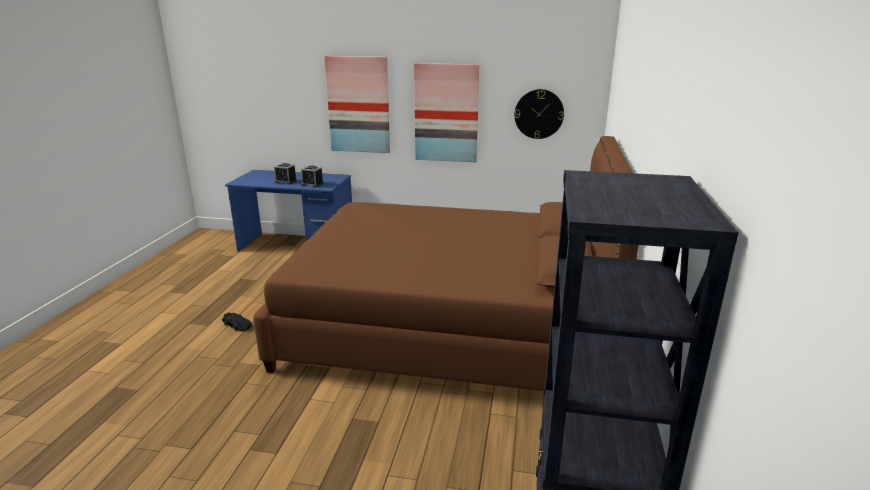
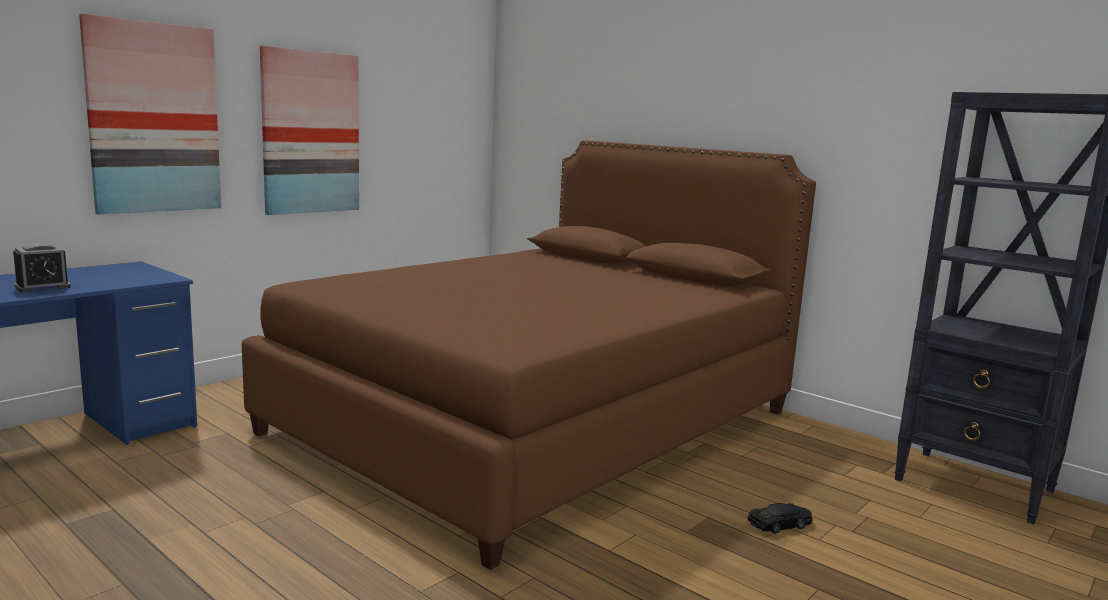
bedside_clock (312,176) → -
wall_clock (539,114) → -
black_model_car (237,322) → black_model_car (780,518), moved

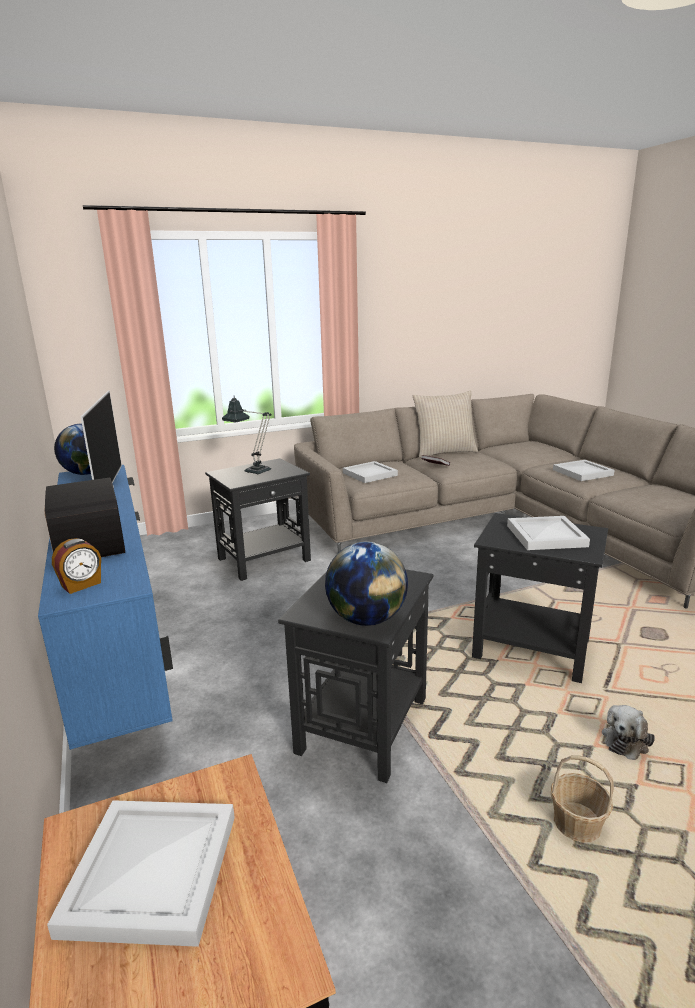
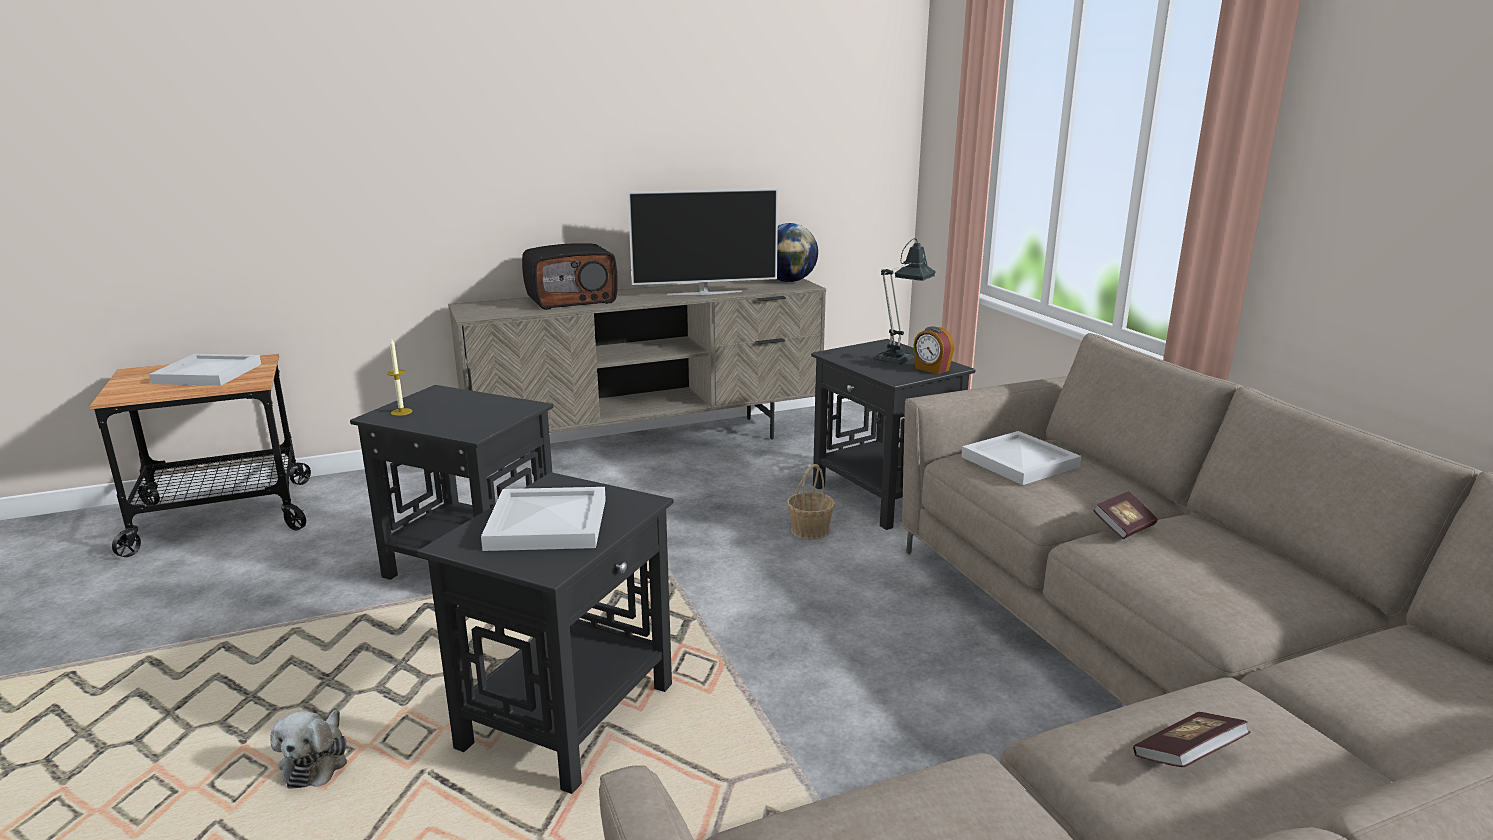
beige-coloured_cushion (445,424) → -
bedside_clock (76,566) → bedside_clock (933,351), moved
household_basket (582,799) → household_basket (811,502), moved
globe (366,584) → candle (399,377)
white-coloured_serving_tray (584,470) → bound_book (1192,739)
blue-coloured_tv_unit (105,607) → beige-coloured_tv_unit (637,377)
cuddly_toy (628,732) → cuddly_toy (308,749), 135 degrees counterclockwise

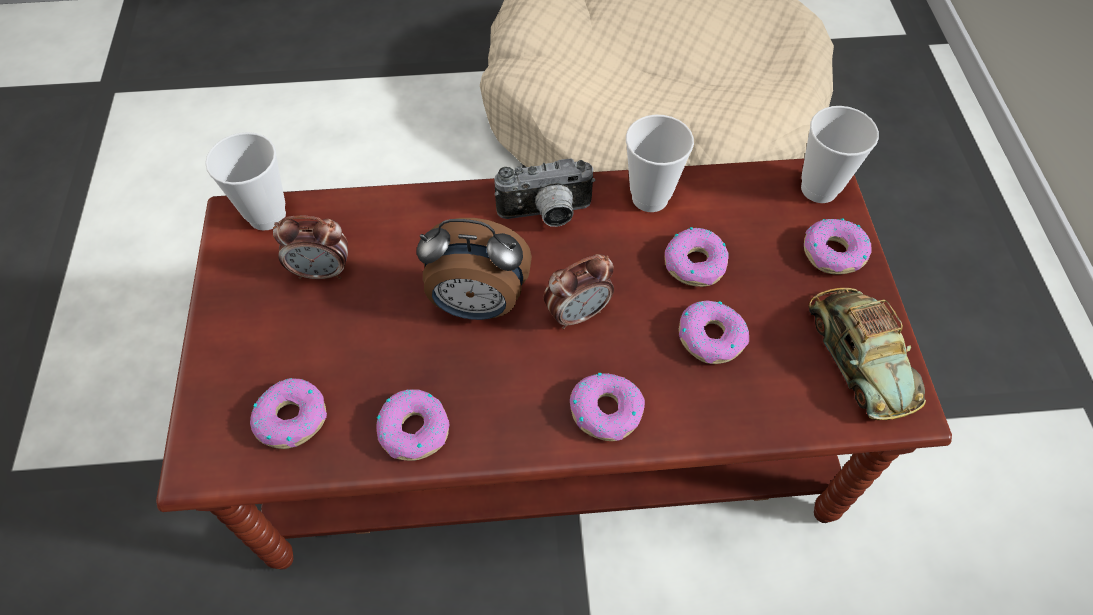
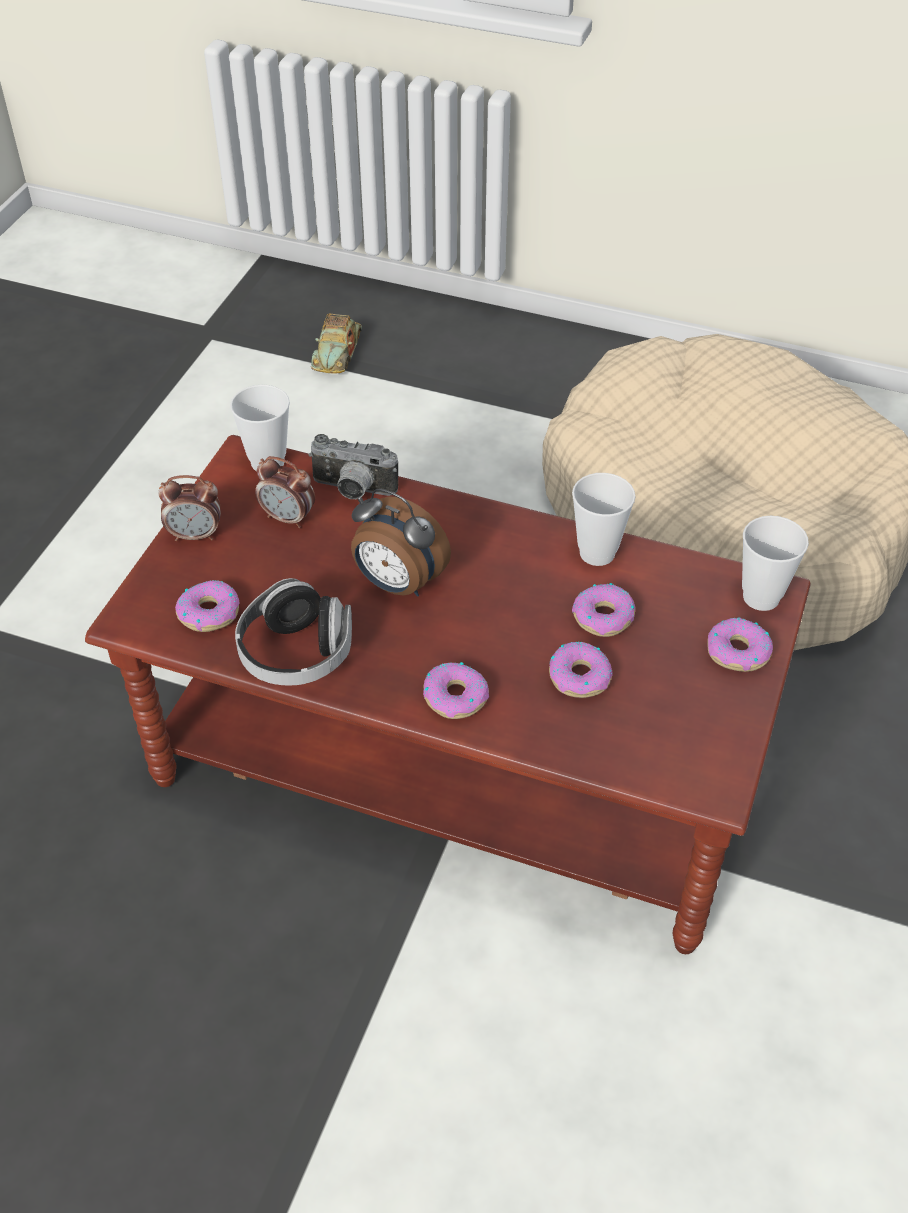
still_camera (545,192) → still_camera (353,466), moved
bedside_clock (578,291) → bedside_clock (189,508), moved
model_car (867,354) → model_car (336,343), moved
doughnut (413,425) → headset (293,631)

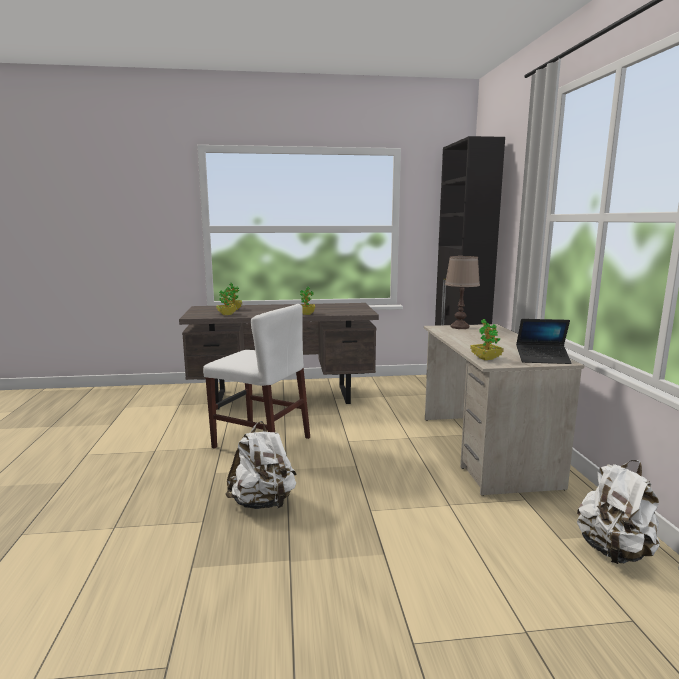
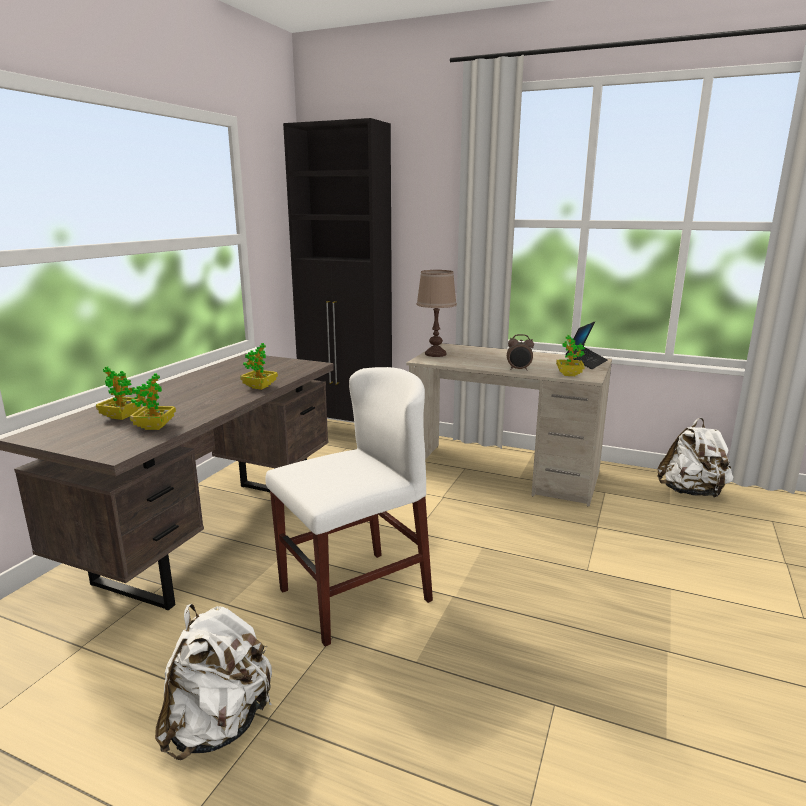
- → bedside_clock (520,352)
white-coloured_backpack (261,465) → white-coloured_backpack (213,682), moved

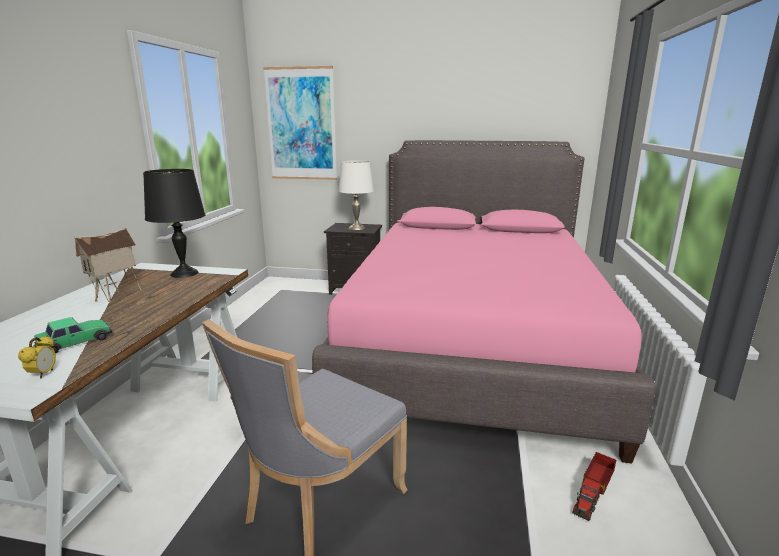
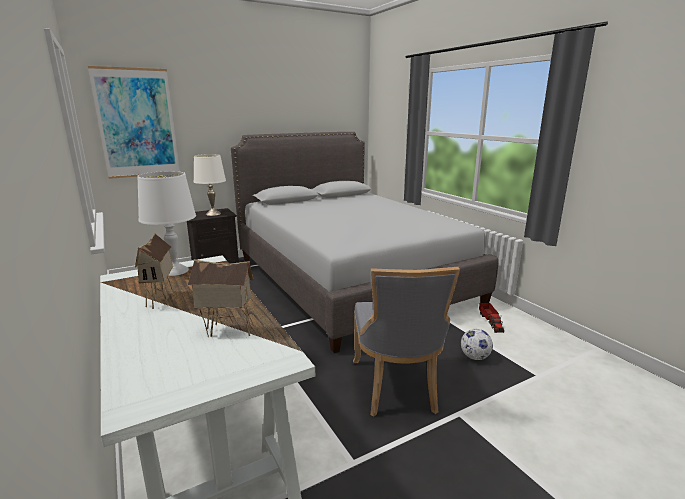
bedside_clock (37,357) → -
- → football (477,344)
model_car (73,335) → model_house (221,298)
black_lamp_for_a_table (174,223) → white-coloured_lamp_for_a_table (166,223)
pink-coloured_sleeping_bed (484,302) → gray_sleeping_bed (364,242)

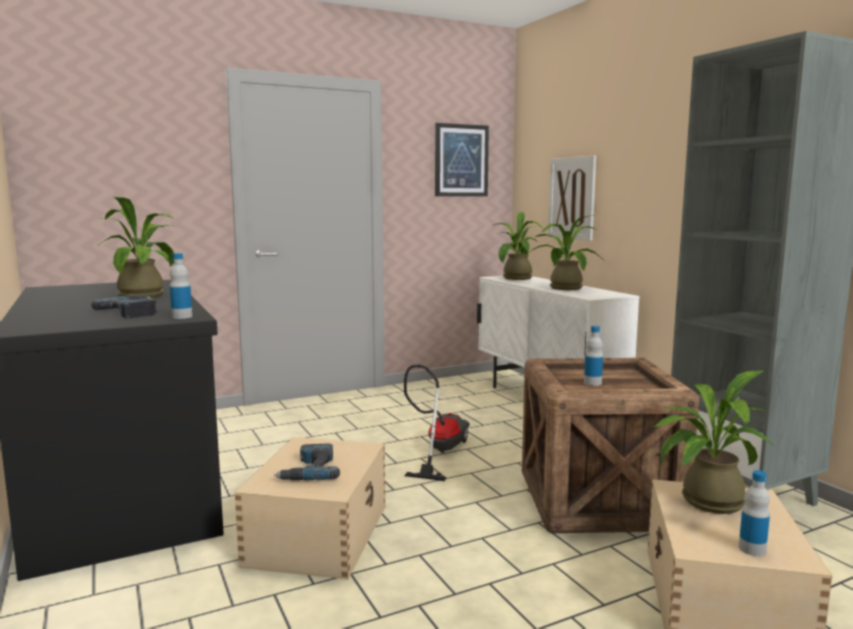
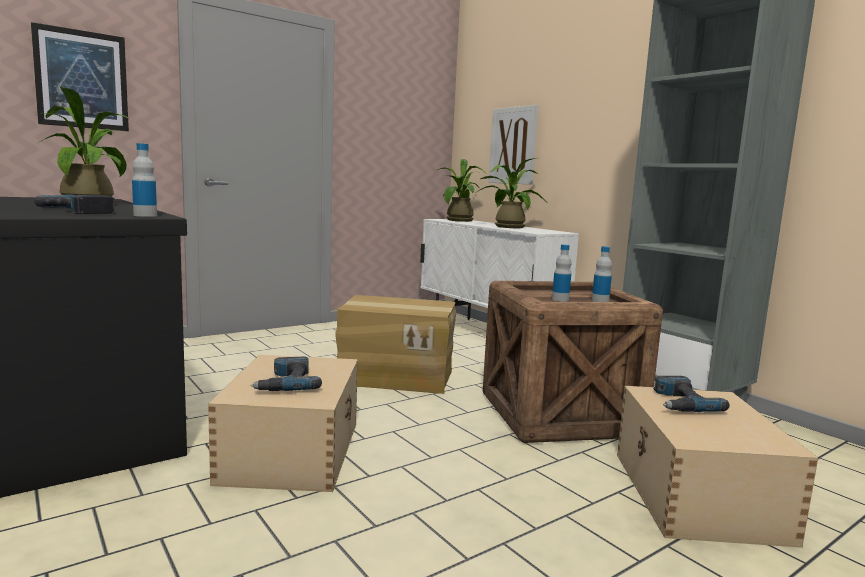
wall_picture (462,159) → wall_picture (80,76), moved
drink_bottle (754,513) → drink_bottle (602,274), moved
vacuum_cleaner (437,422) → carton (396,344)
houseplant (712,442) → power_drill (691,394)

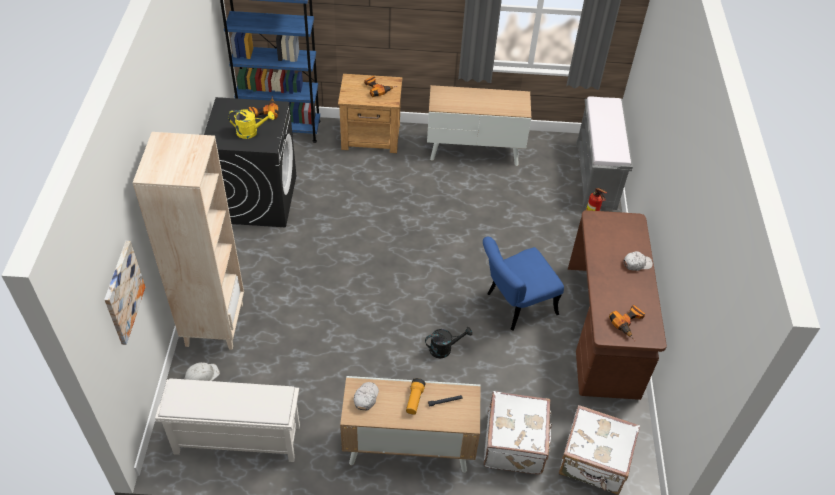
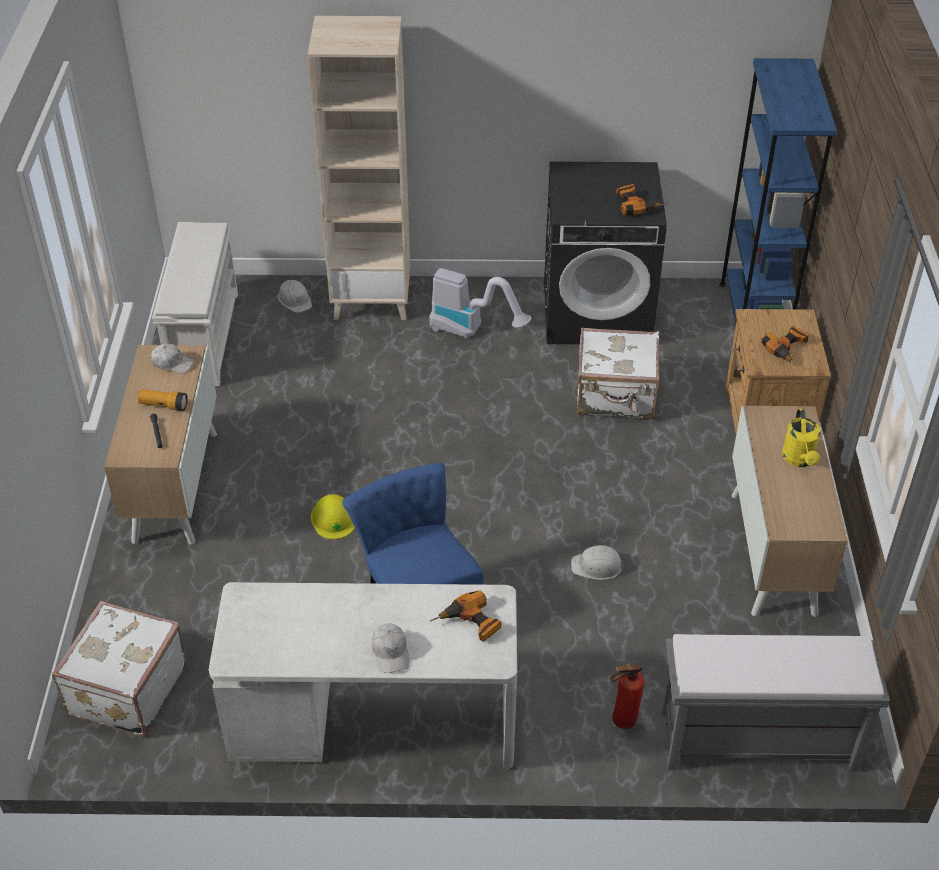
wall_picture (124,293) → -
- → vacuum_cleaner (480,303)
- → white-coloured_work_helmet (598,562)
yellow-coloured_sprinkling_can (251,124) → yellow-coloured_sprinkling_can (801,437), moved
white-coloured_travel_case (518,433) → white-coloured_travel_case (618,373), moved
power_drill (627,323) → power_drill (465,616), moved
black_sprinkling_can (448,343) → yellow-coloured_work_helmet (333,516)
brown_desk_table (617,305) → white-coloured_desk_table (363,676)

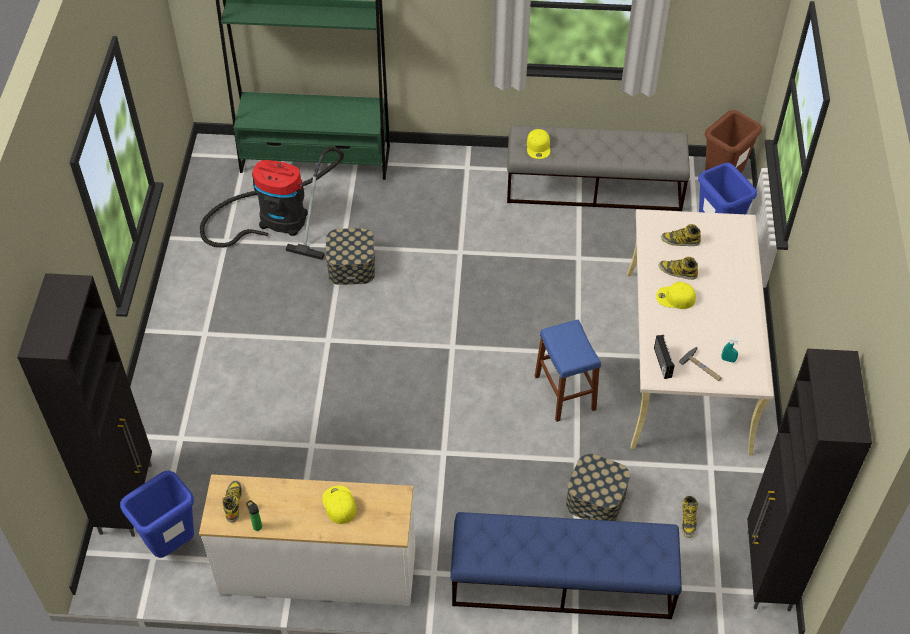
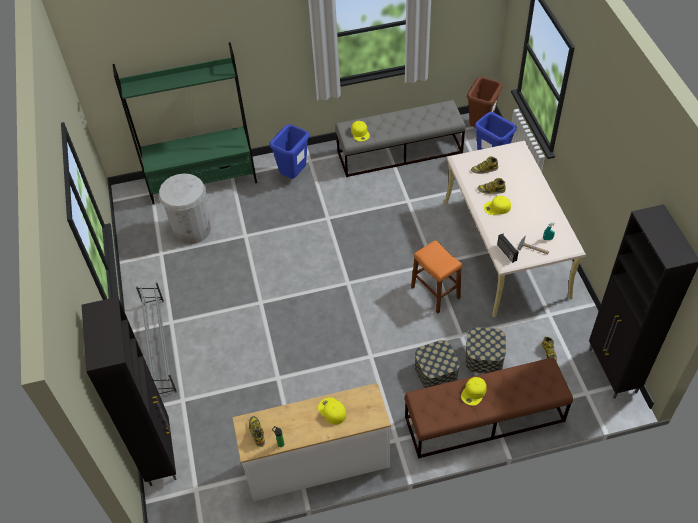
- → gray_shoe_rack (156,338)
- → yellow-coloured_baseball_cap (474,391)
blue-coloured_trash_can (157,514) → blue-coloured_trash_can (289,151), moved
storage_bin (350,256) → storage_bin (437,364), moved
vacuum_cleaner (272,203) → white-coloured_trash_can (185,208)
blue-coloured_bench (566,565) → brown_bench (489,408)
blue-coloured_stool (568,370) → orange_stool (436,277)

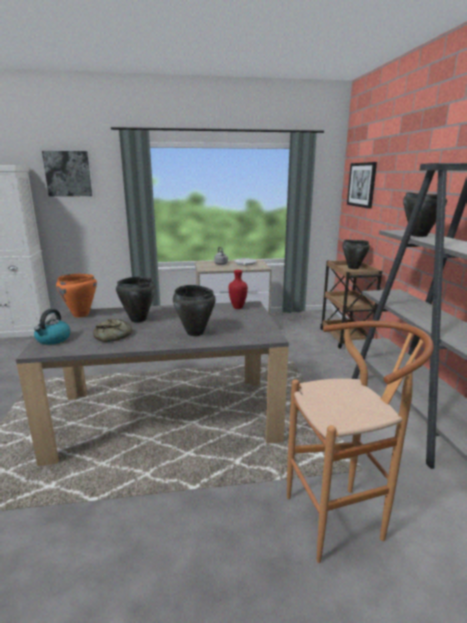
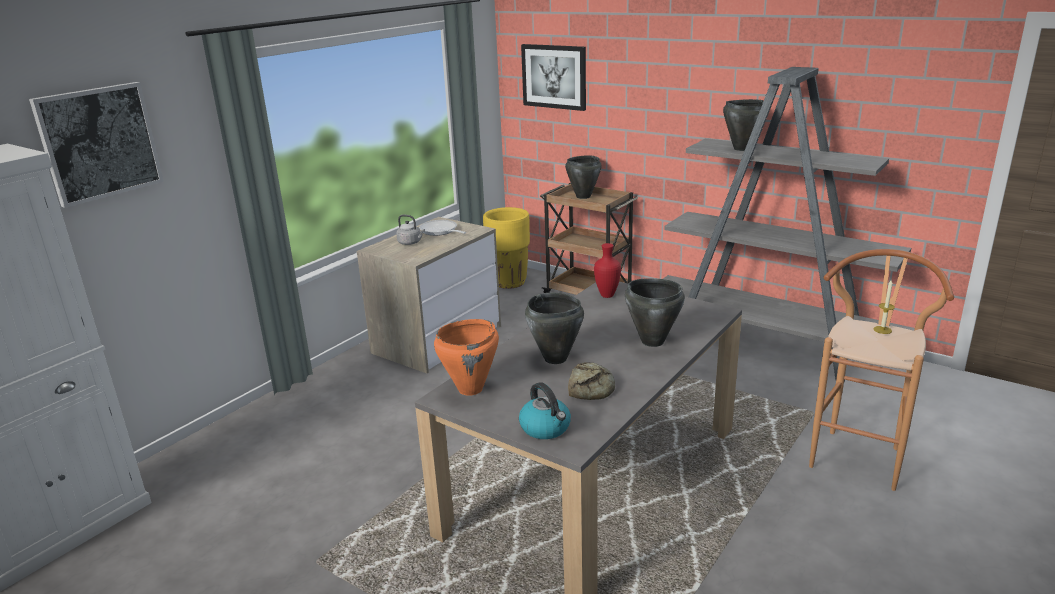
- → yellow-coloured_planter (506,248)
- → candle (884,307)

